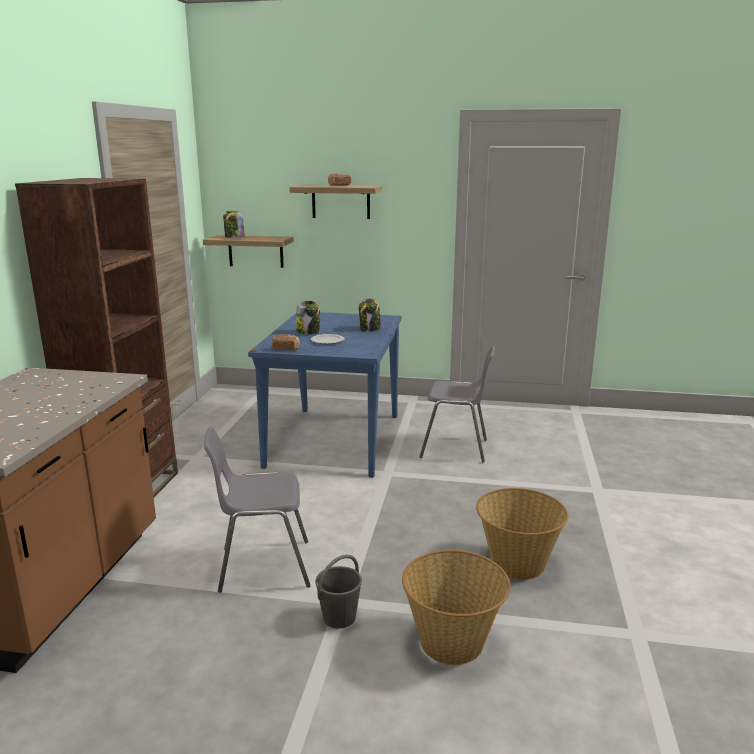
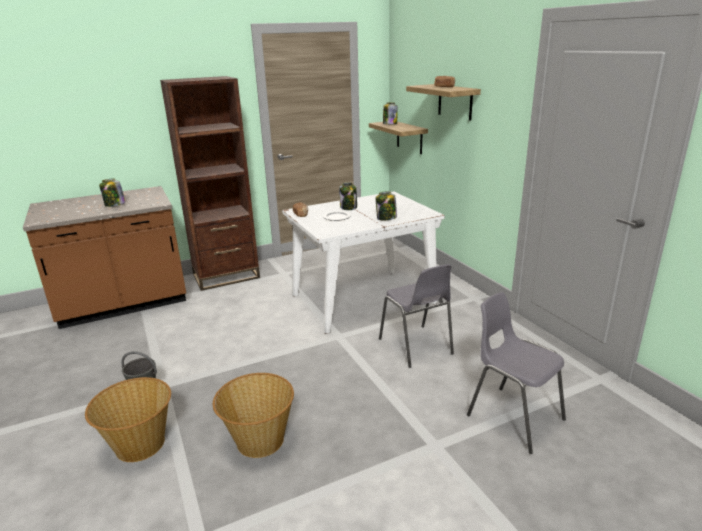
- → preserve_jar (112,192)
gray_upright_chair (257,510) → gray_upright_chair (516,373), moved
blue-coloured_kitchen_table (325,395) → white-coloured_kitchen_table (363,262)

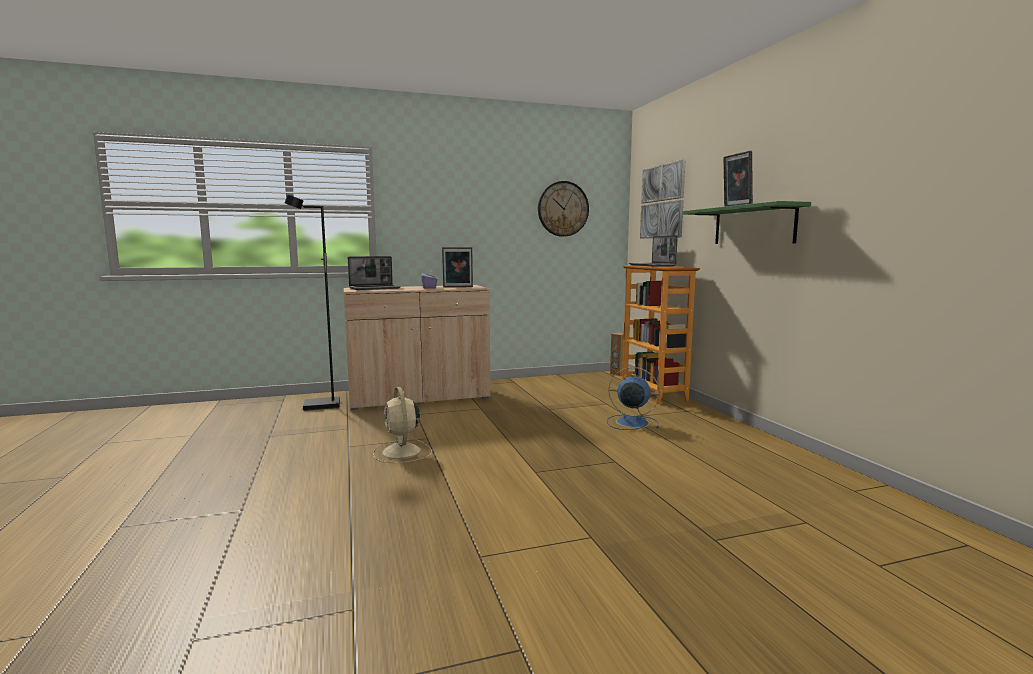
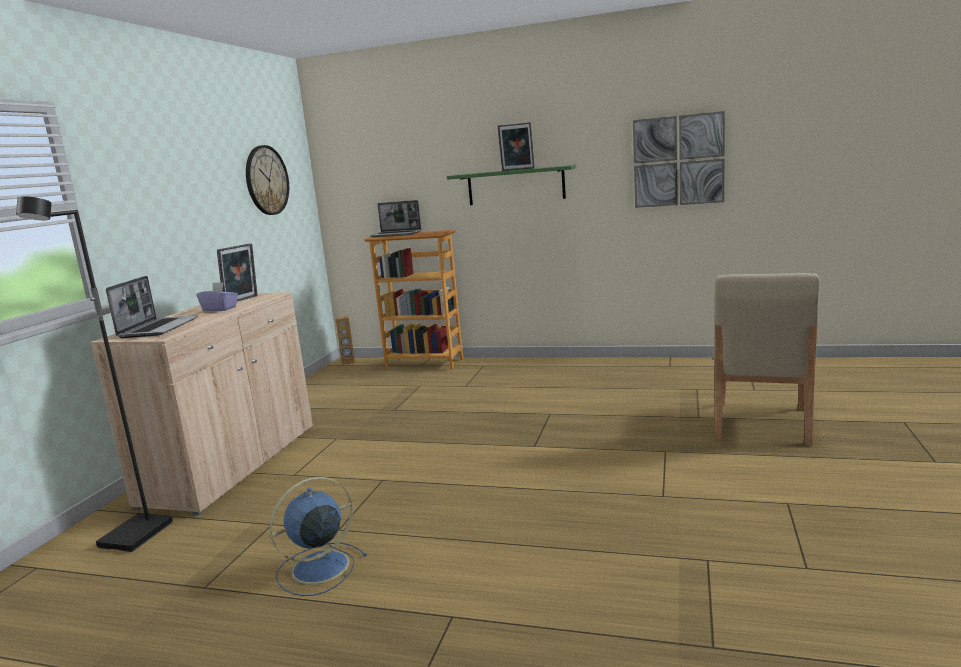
beige-coloured_electric_fan (402,425) → -
- → beige-coloured_upright_chair (767,359)
blue-coloured_electric_fan (633,398) → blue-coloured_electric_fan (318,536), moved
wall_picture (663,198) → wall_picture (679,159), moved

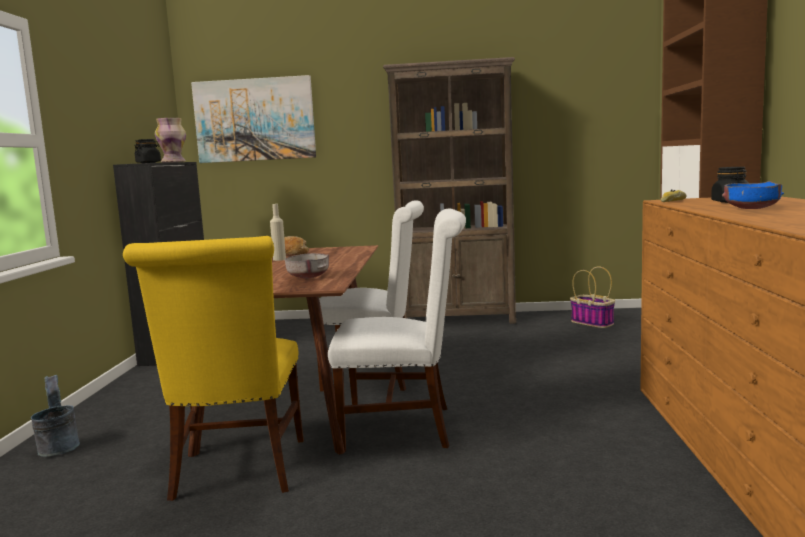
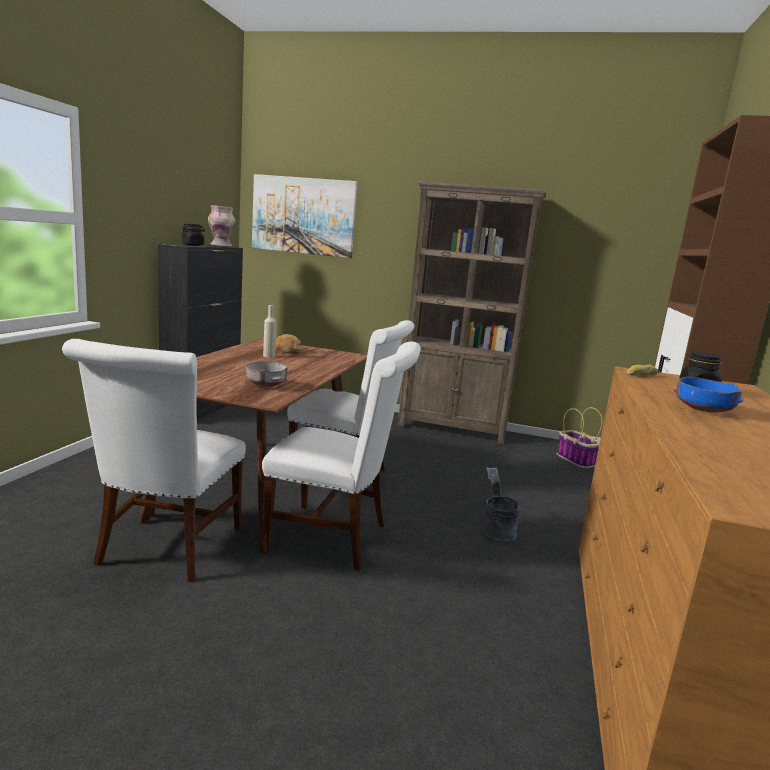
gray_bucket (55,416) → gray_bucket (501,504), moved
yellow-coloured_upright_chair (213,368) → white-coloured_upright_chair (154,460)

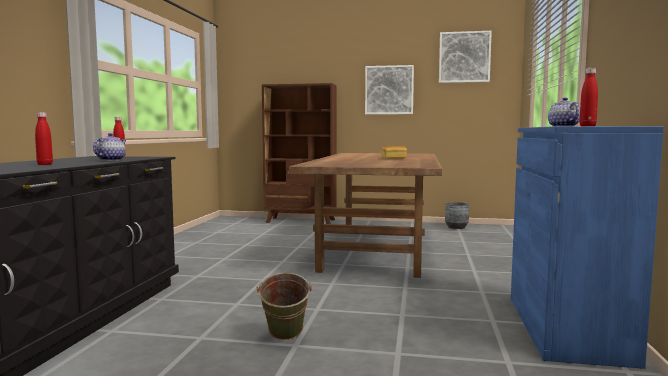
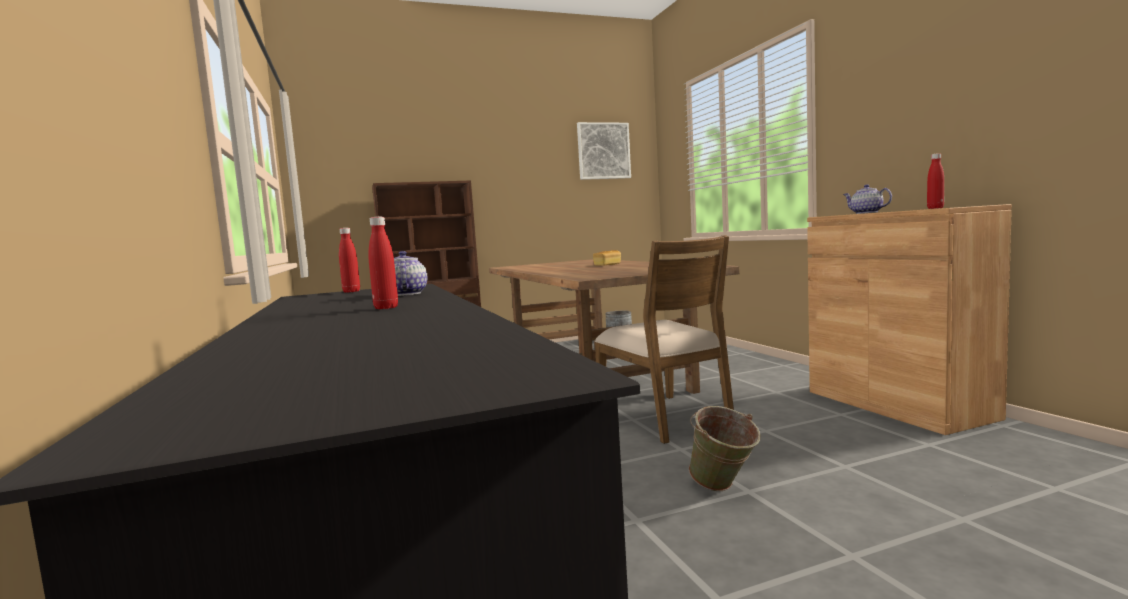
wall_picture (389,90) → -
- → brown_upright_chair (664,339)
blue-coloured_cabinet (587,247) → brown_cabinet (909,319)

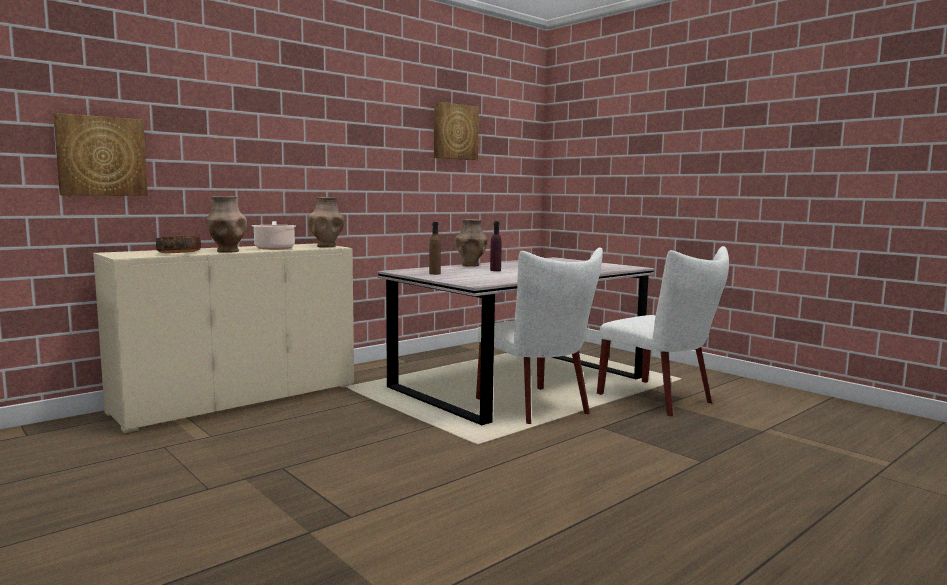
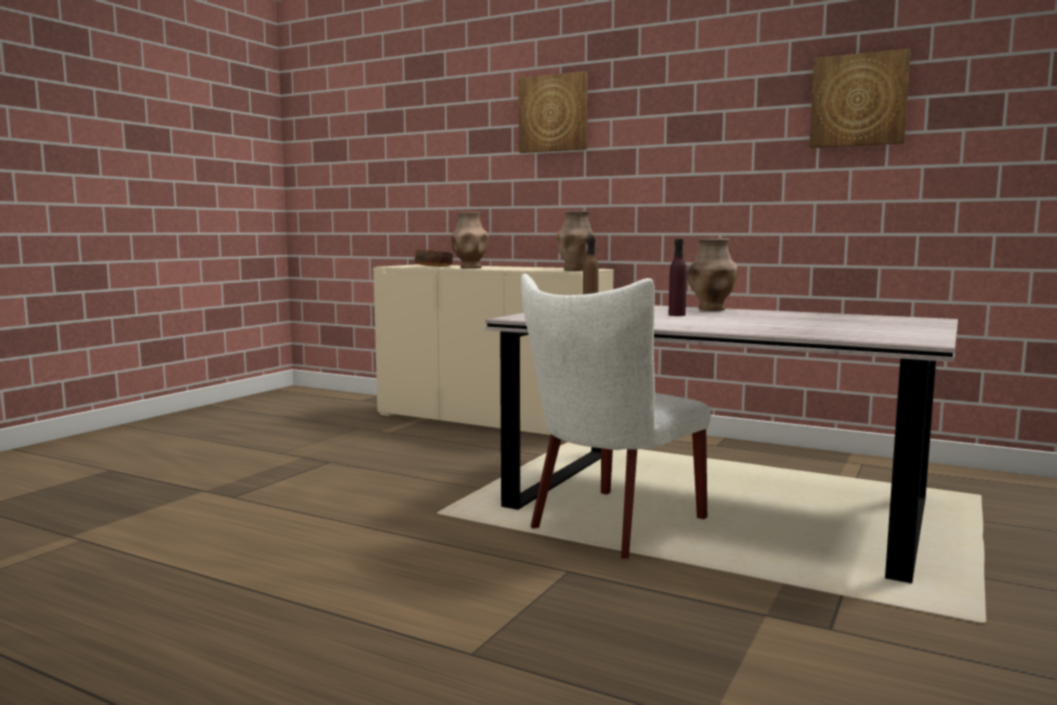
cooking_pot (274,235) → -
white-coloured_upright_chair (663,331) → -
wall_picture (100,154) → wall_picture (553,112), moved

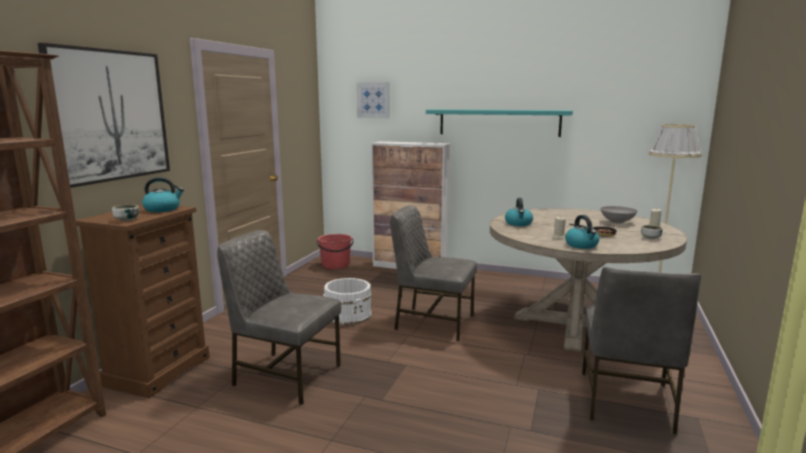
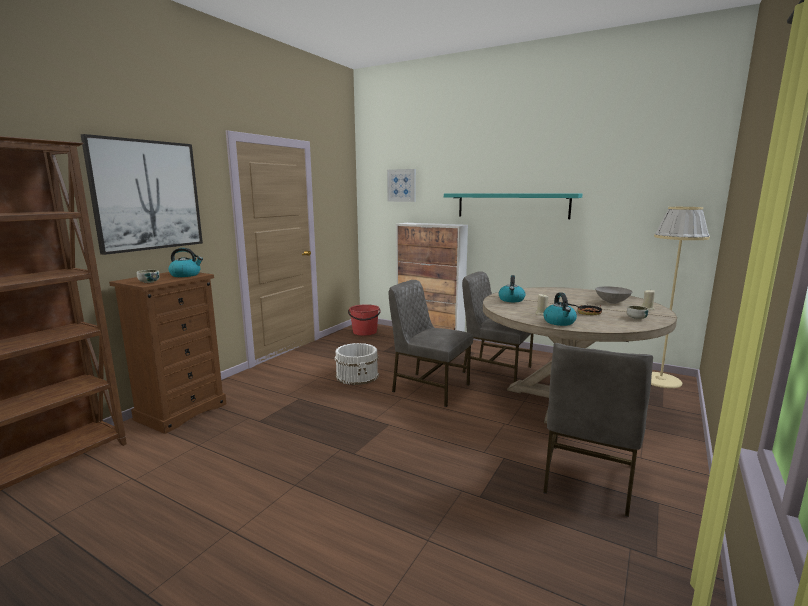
gray_upright_chair (279,317) → gray_upright_chair (498,326), moved

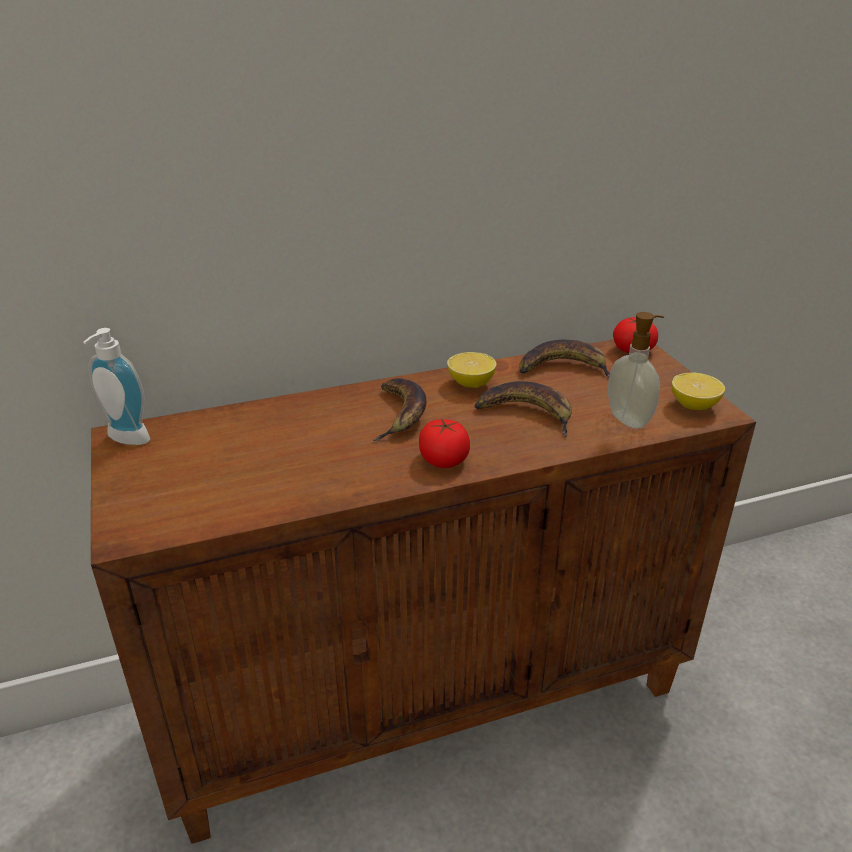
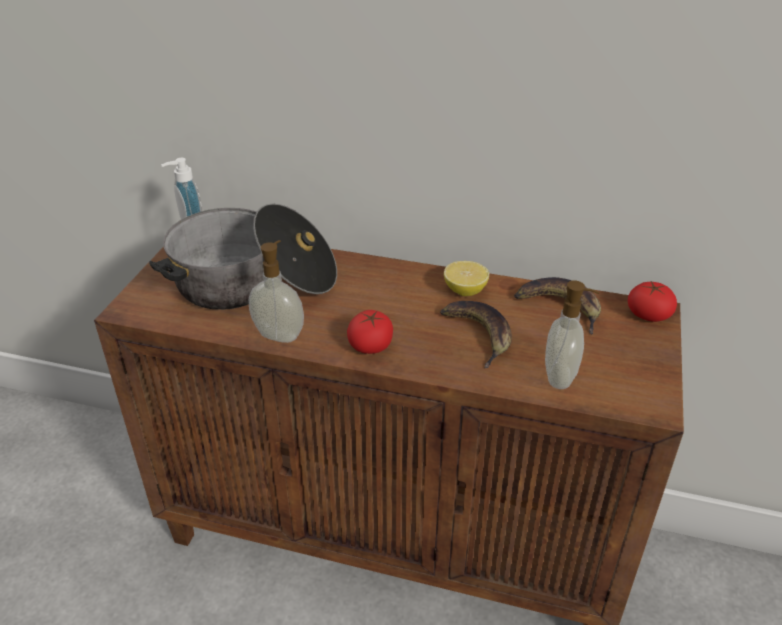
banana (399,409) → -
whole_lemon (698,391) → -
- → cooking_pot (243,256)
- → liquid_soap_bottle (276,291)

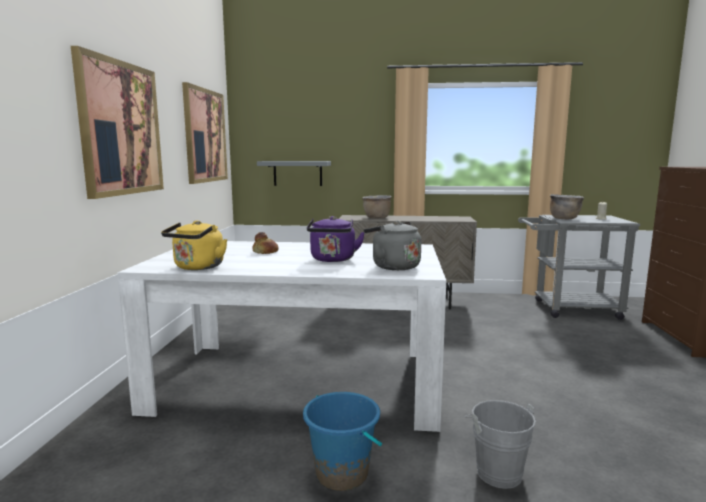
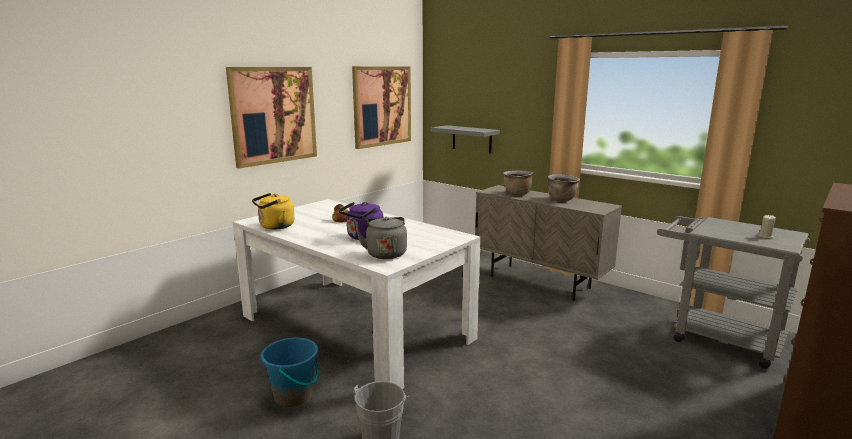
brown_cooking_pot (567,206) → brown_cooking_pot (564,187), moved

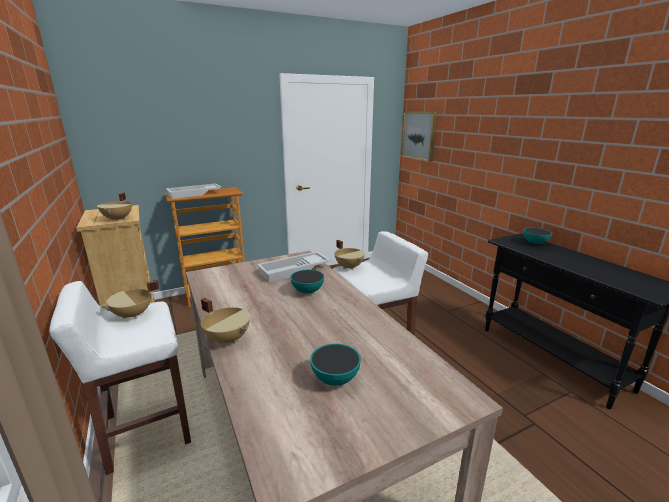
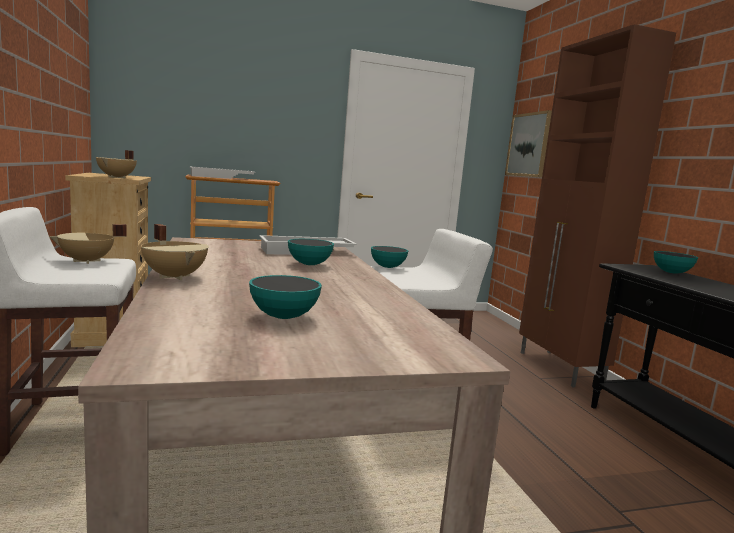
- → brown_cabinet (597,205)
beige-coloured_cooking_pot (349,255) → deep_dish (389,257)

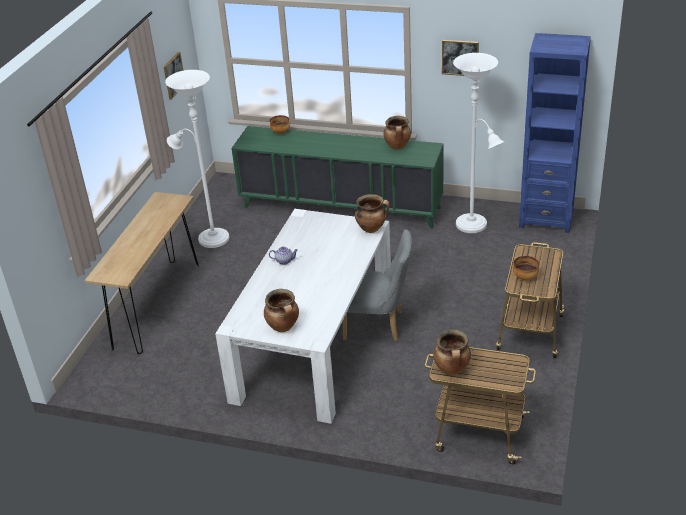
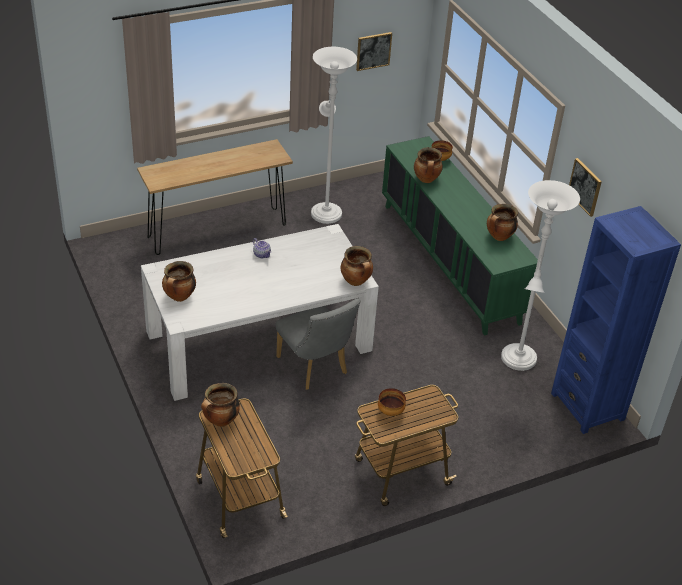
- → cooking_pot (428,165)

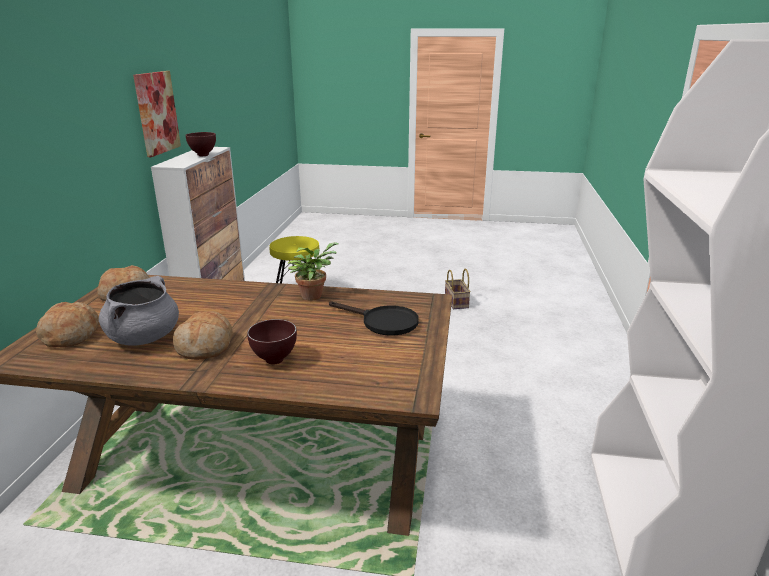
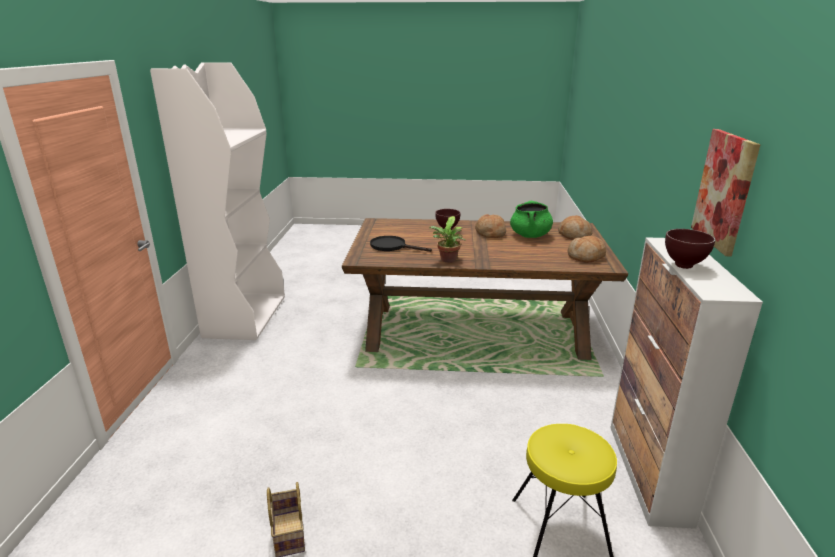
gray_cooking_pot (139,311) → green_cooking_pot (531,219)

